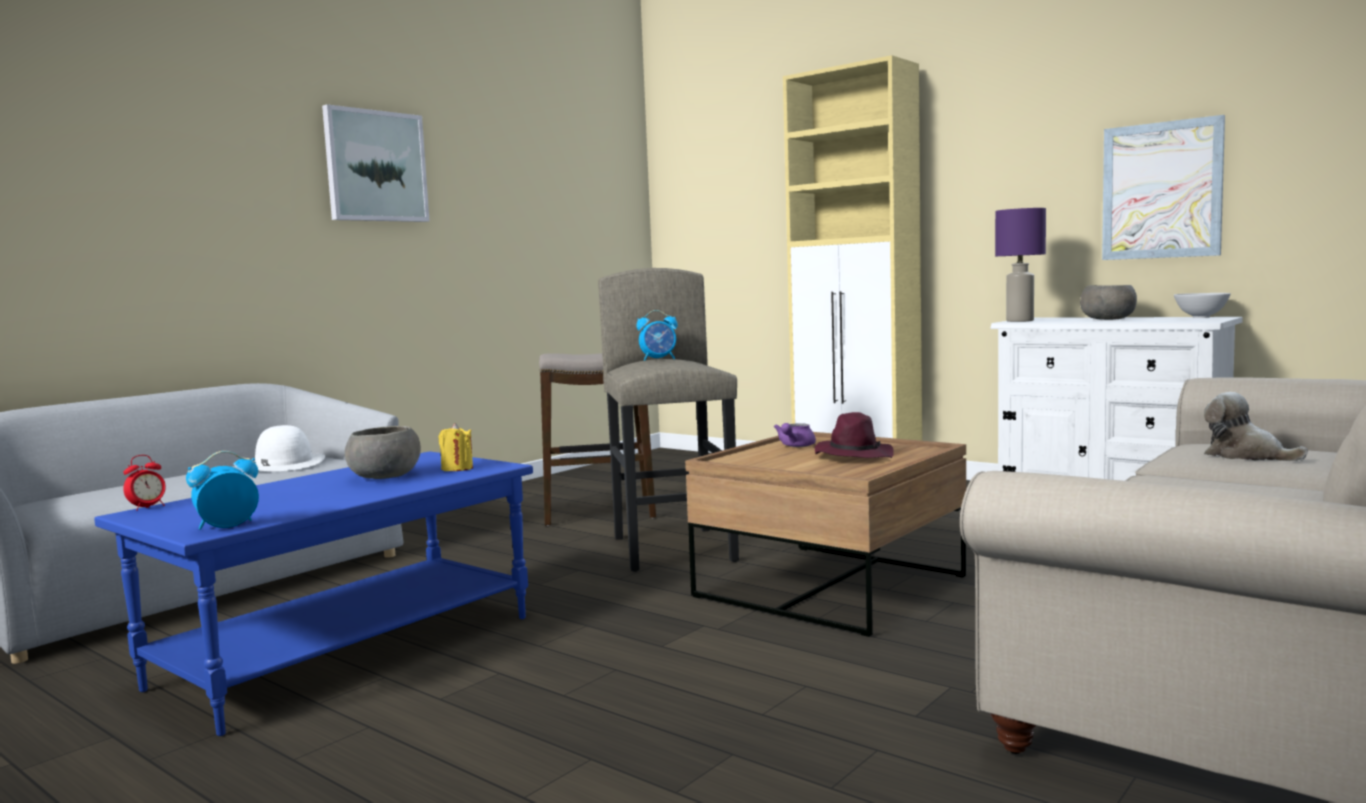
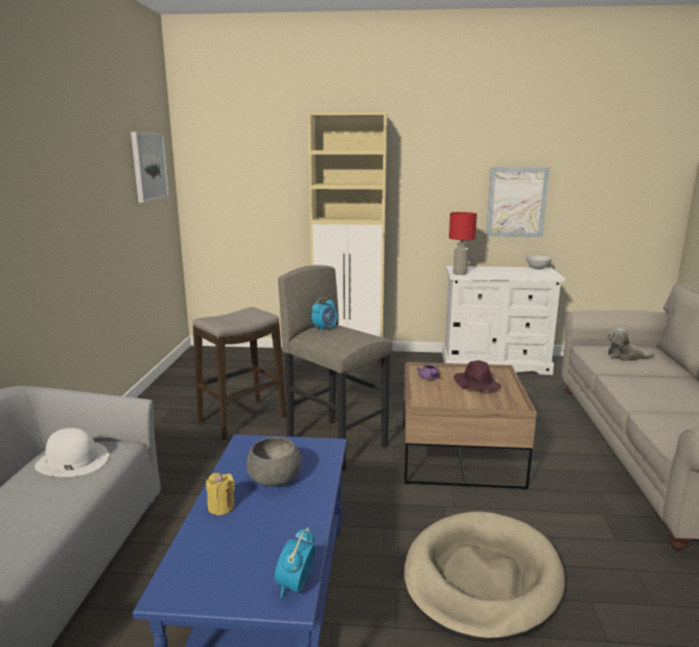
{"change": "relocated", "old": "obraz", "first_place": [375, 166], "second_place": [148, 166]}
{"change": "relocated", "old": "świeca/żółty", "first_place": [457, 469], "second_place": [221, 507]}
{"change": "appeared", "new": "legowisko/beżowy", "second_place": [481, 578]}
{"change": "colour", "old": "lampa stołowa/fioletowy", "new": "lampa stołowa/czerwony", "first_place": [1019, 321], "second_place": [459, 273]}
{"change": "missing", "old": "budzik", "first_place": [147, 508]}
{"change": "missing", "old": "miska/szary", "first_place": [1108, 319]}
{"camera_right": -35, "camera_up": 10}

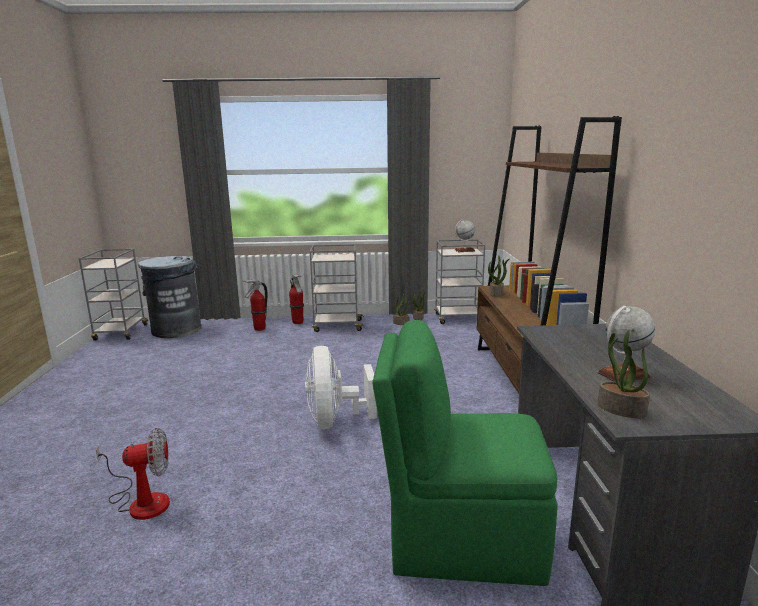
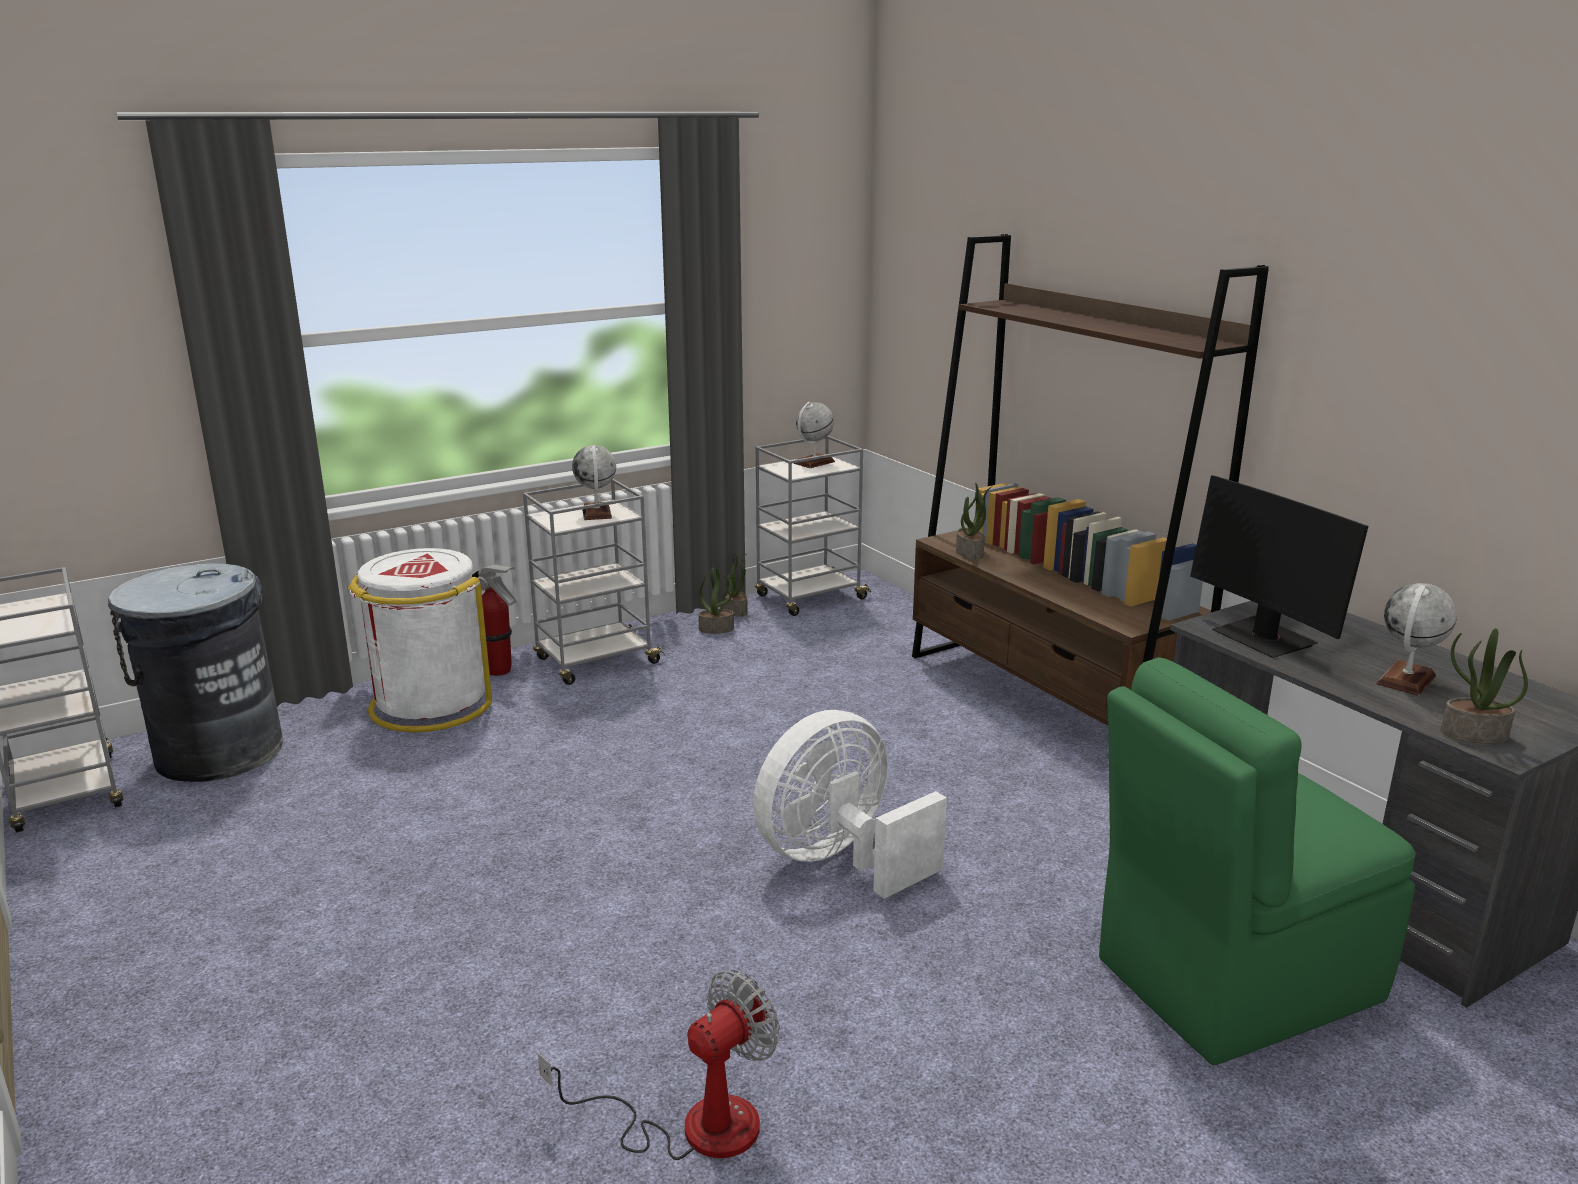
{"change": "exchanged", "old": "gaśnica", "new": "kosz na śmieci/biały", "first_place": [259, 329], "second_place": [430, 705]}
{"change": "appeared", "new": "globus", "second_place": [597, 513]}
{"change": "spun", "old": "wentylator/biały", "first_place": [335, 421], "second_place": [839, 860], "degrees": 90}
{"change": "appeared", "new": "monitor", "second_place": [1263, 639]}
{"camera_right": -30, "camera_up": 5}

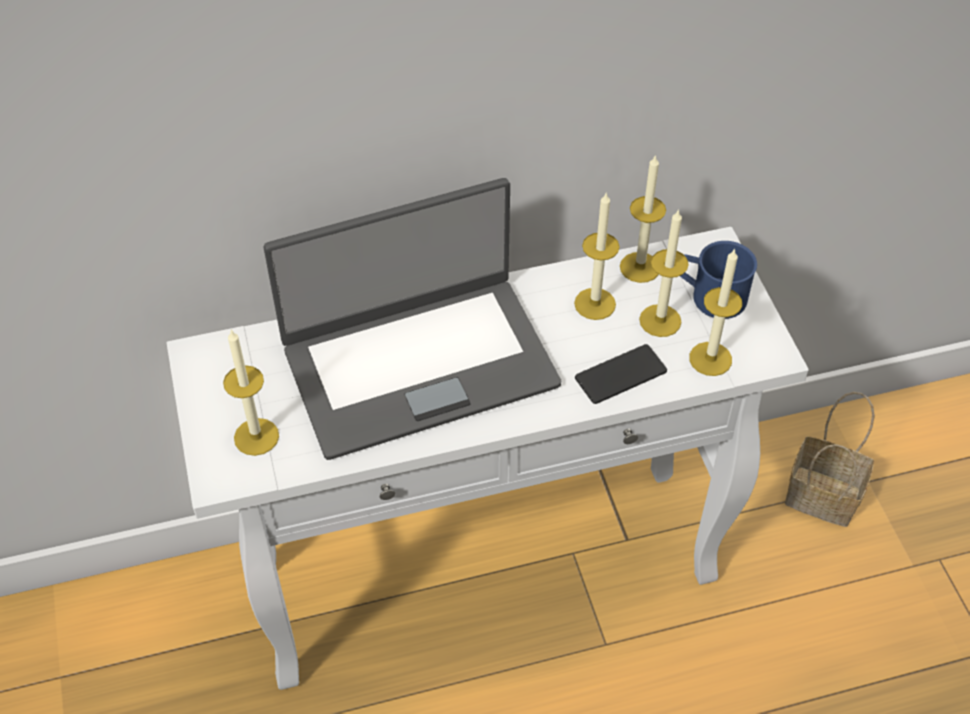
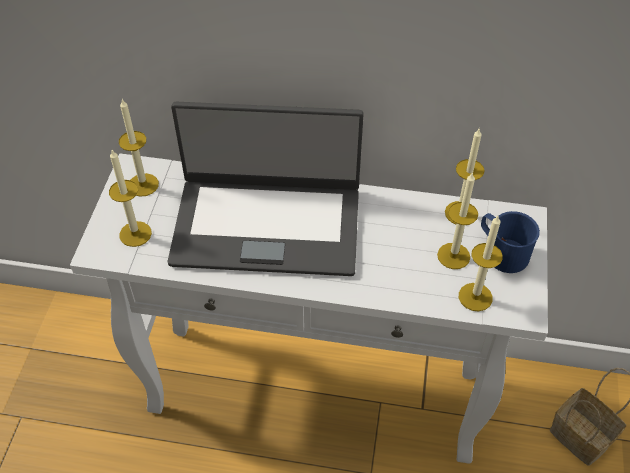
{"change": "relocated", "old": "świeca", "first_place": [595, 304], "second_place": [143, 185]}
{"change": "missing", "old": "telefon", "first_place": [620, 375]}
{"camera_right": 25, "camera_up": 0}

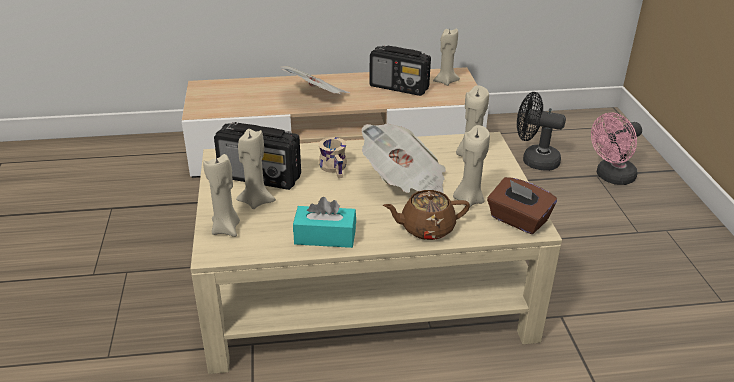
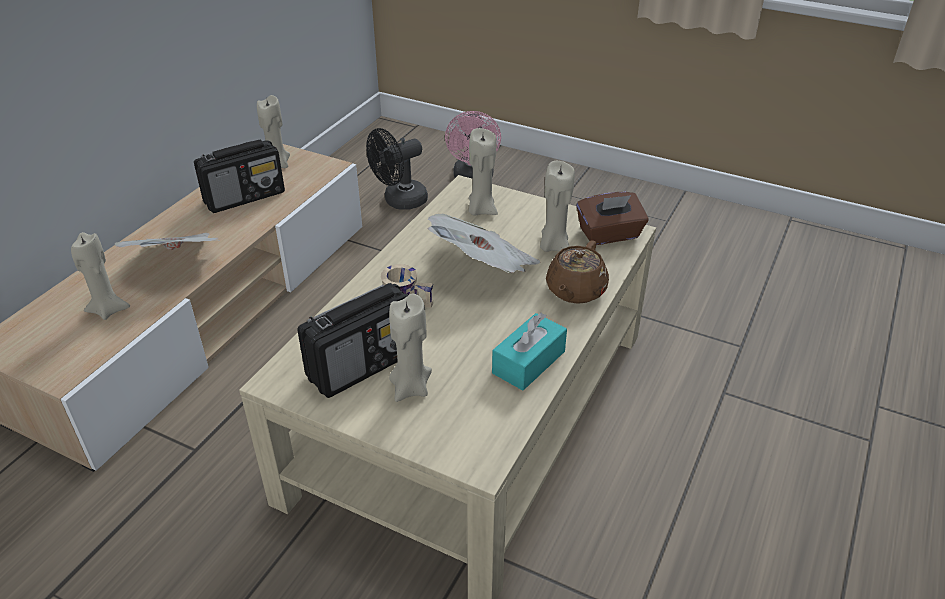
{"change": "relocated", "old": "świeca/beżowy", "first_place": [226, 228], "second_place": [108, 310]}
{"camera_right": -55, "camera_up": 5}

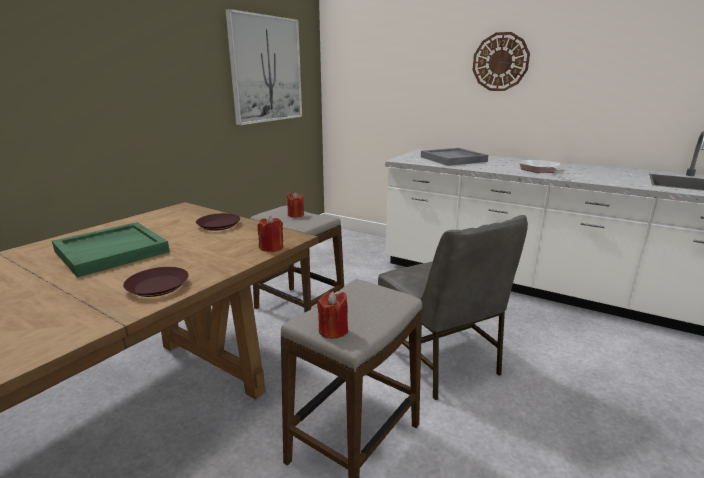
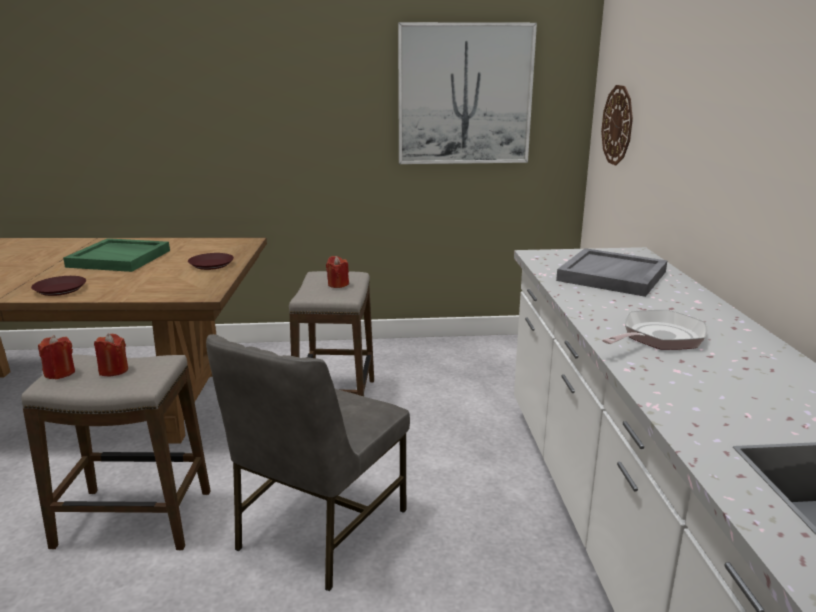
{"change": "relocated", "old": "świeca/czerwony", "first_place": [271, 248], "second_place": [113, 370]}
{"change": "relocated", "old": "zegar ścienny", "first_place": [500, 62], "second_place": [617, 125]}
{"camera_right": 55, "camera_up": 0}

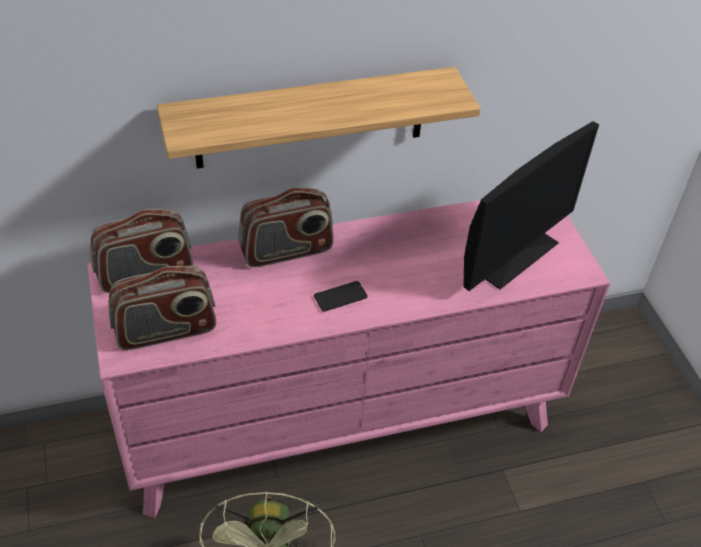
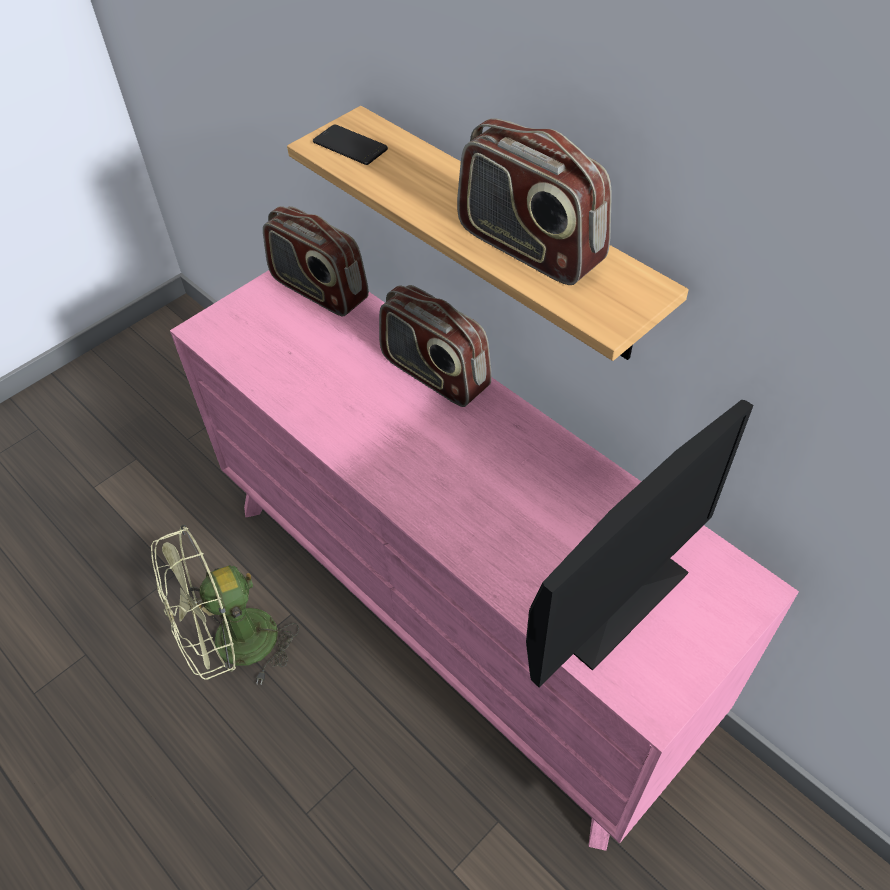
{"change": "relocated", "old": "telefon", "first_place": [340, 297], "second_place": [350, 146]}
{"change": "relocated", "old": "radio", "first_place": [166, 331], "second_place": [529, 247]}
{"change": "spun", "old": "monitor", "first_place": [513, 254], "second_place": [615, 598], "degrees": -60}
{"camera_right": 65, "camera_up": 5}

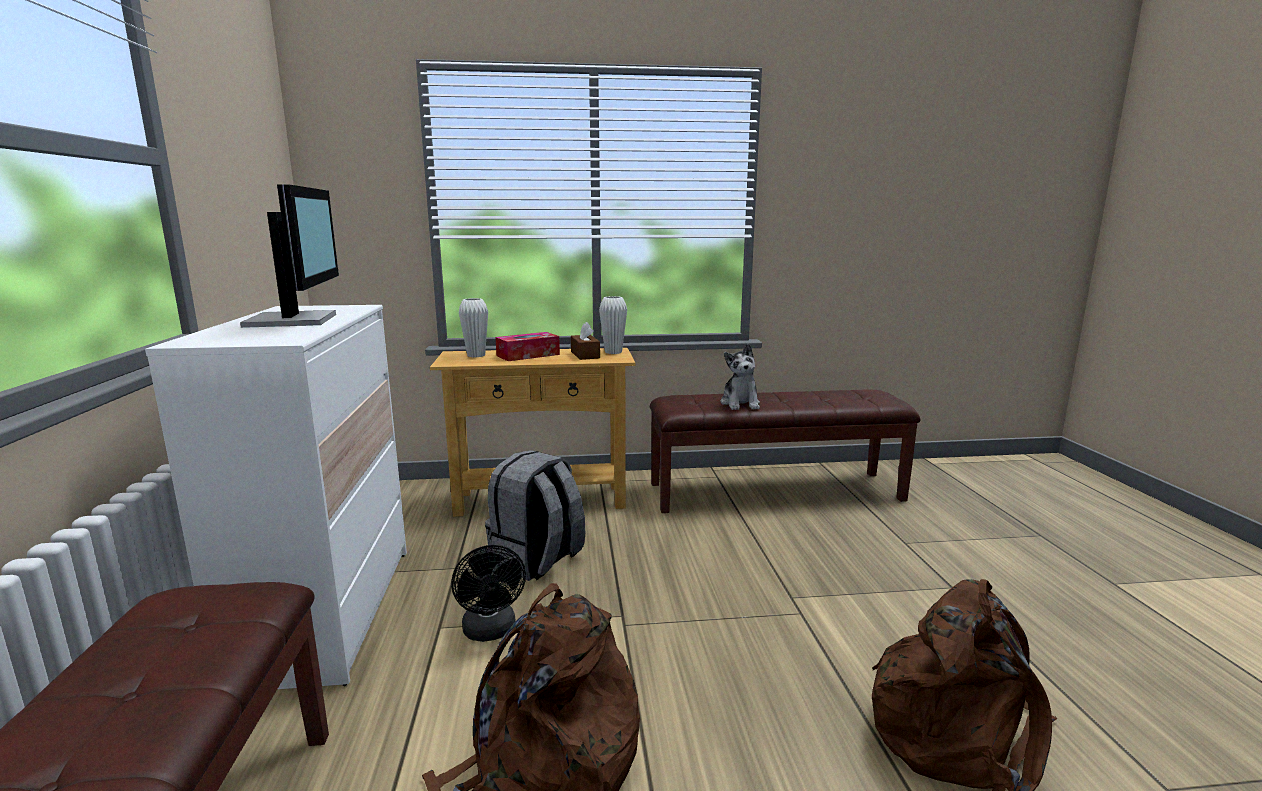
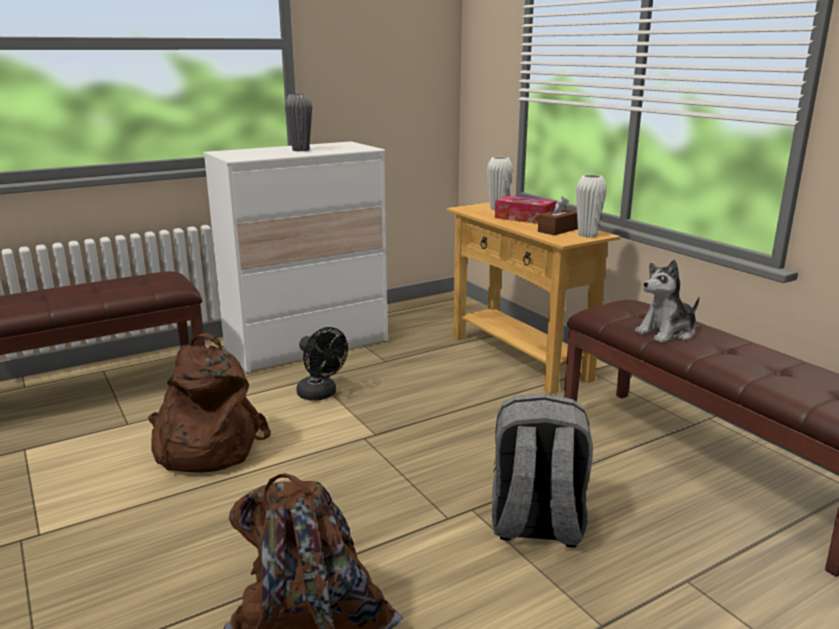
{"change": "exchanged", "old": "monitor", "new": "wazon/szary", "first_place": [296, 320], "second_place": [300, 150]}
{"change": "spun", "old": "wentylator/czarny", "first_place": [491, 632], "second_place": [321, 395], "degrees": -90}
{"change": "relocated", "old": "plecak/szary", "first_place": [537, 561], "second_place": [536, 525]}
{"camera_right": 65, "camera_up": 5}

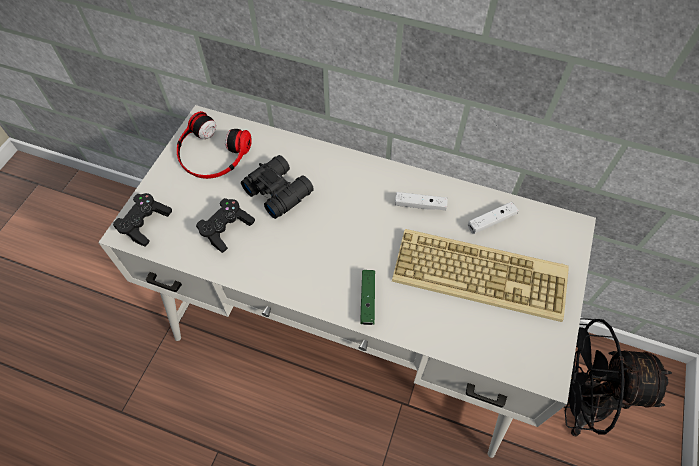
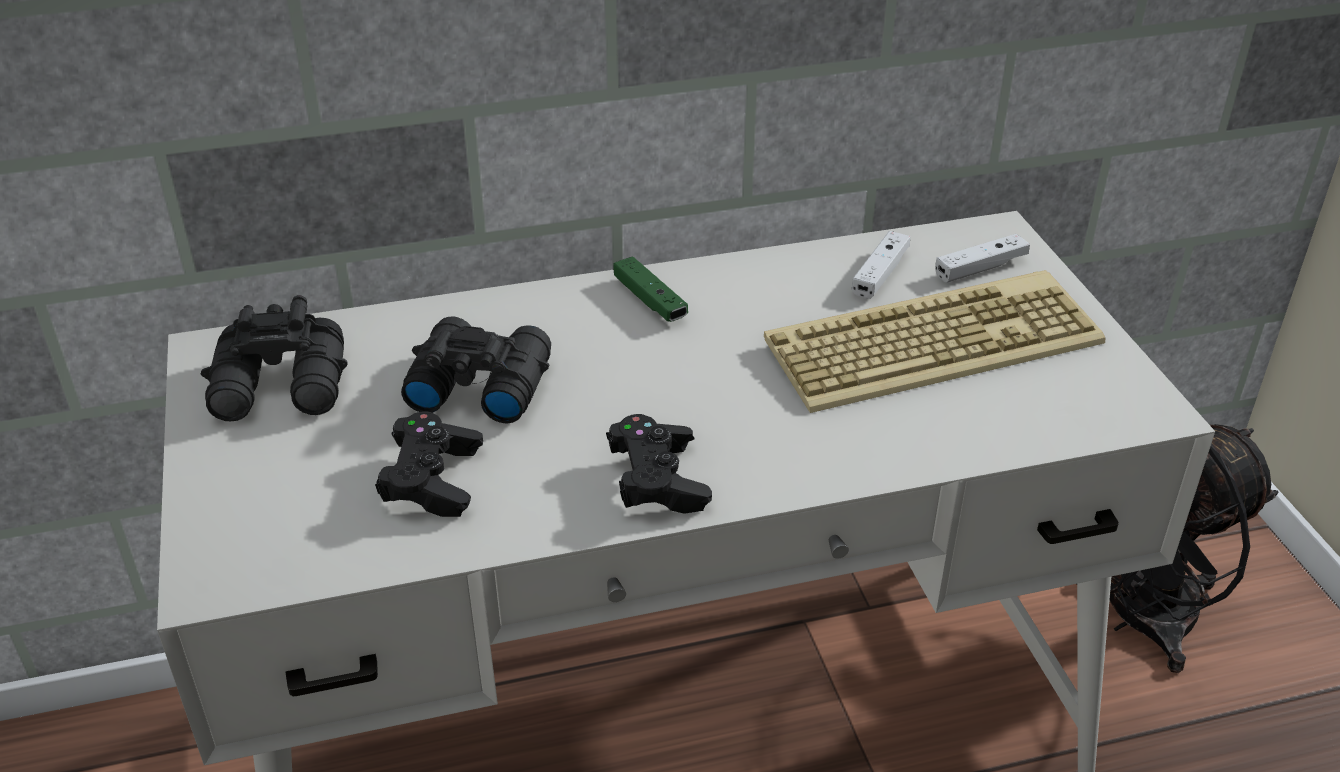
{"change": "exchanged", "old": "słuchawki", "new": "lornetka/czarny", "first_place": [211, 154], "second_place": [283, 388]}
{"change": "relocated", "old": "pad do gier/czarny", "first_place": [145, 224], "second_place": [658, 481]}
{"change": "relocated", "old": "pad do gier/zielony", "first_place": [367, 300], "second_place": [650, 300]}
{"change": "relocated", "old": "pad do gier/biały", "first_place": [420, 205], "second_place": [980, 268]}
{"camera_right": -35, "camera_up": -20}

